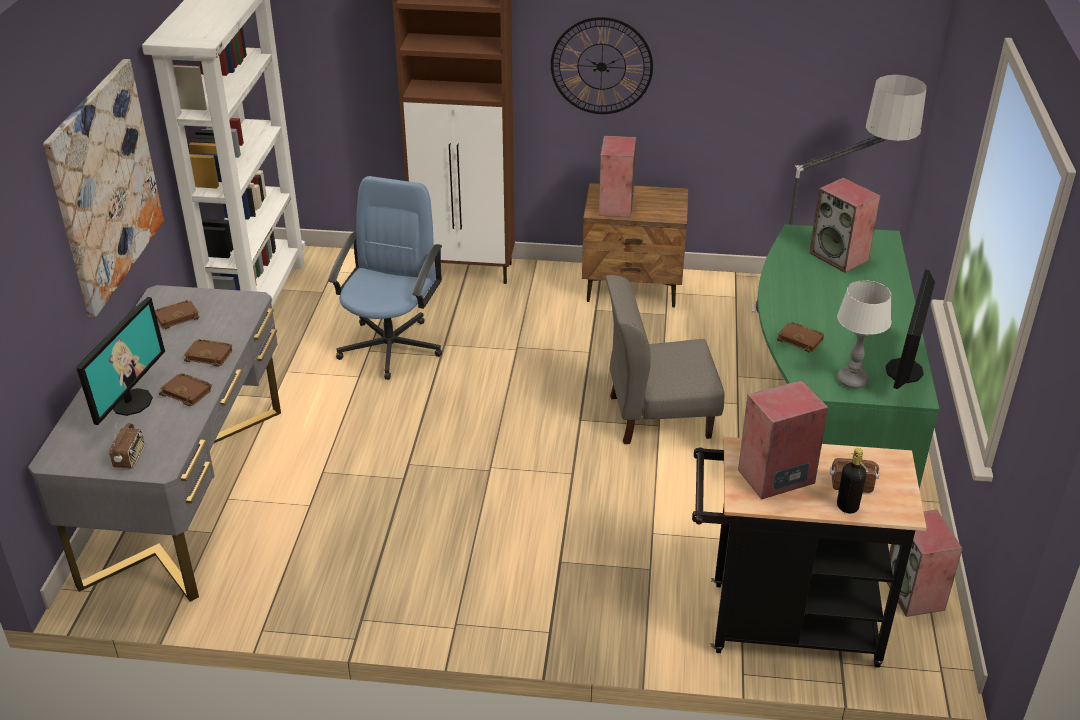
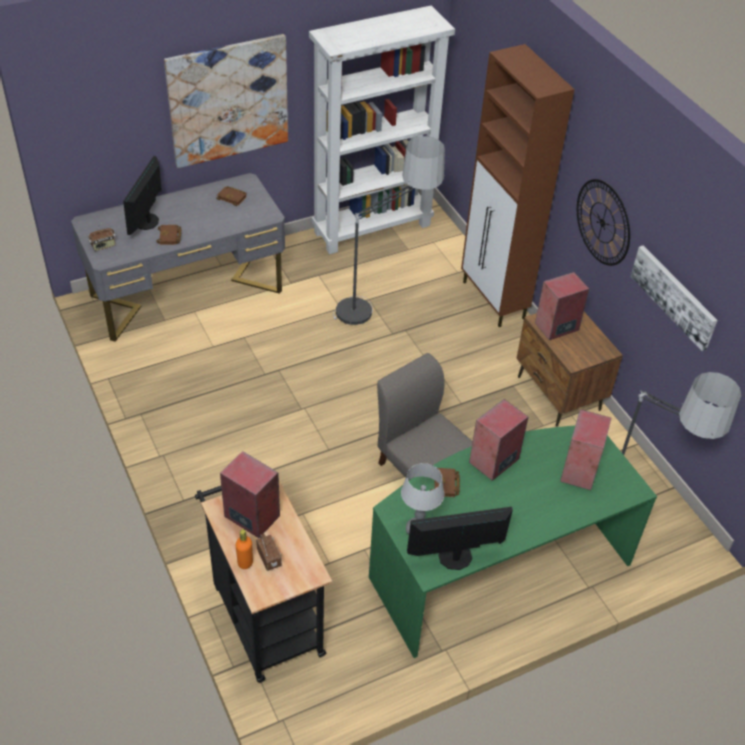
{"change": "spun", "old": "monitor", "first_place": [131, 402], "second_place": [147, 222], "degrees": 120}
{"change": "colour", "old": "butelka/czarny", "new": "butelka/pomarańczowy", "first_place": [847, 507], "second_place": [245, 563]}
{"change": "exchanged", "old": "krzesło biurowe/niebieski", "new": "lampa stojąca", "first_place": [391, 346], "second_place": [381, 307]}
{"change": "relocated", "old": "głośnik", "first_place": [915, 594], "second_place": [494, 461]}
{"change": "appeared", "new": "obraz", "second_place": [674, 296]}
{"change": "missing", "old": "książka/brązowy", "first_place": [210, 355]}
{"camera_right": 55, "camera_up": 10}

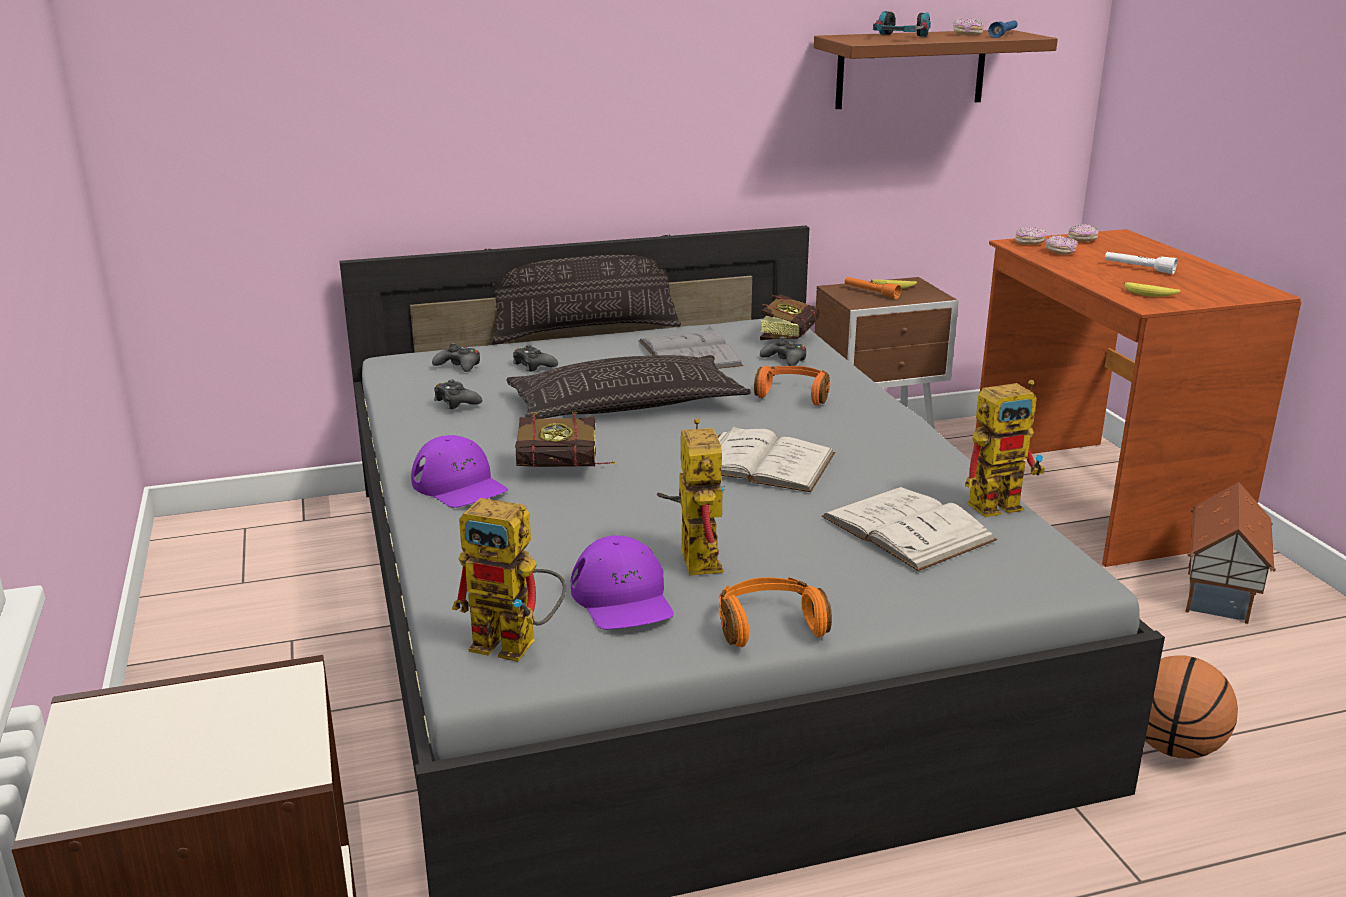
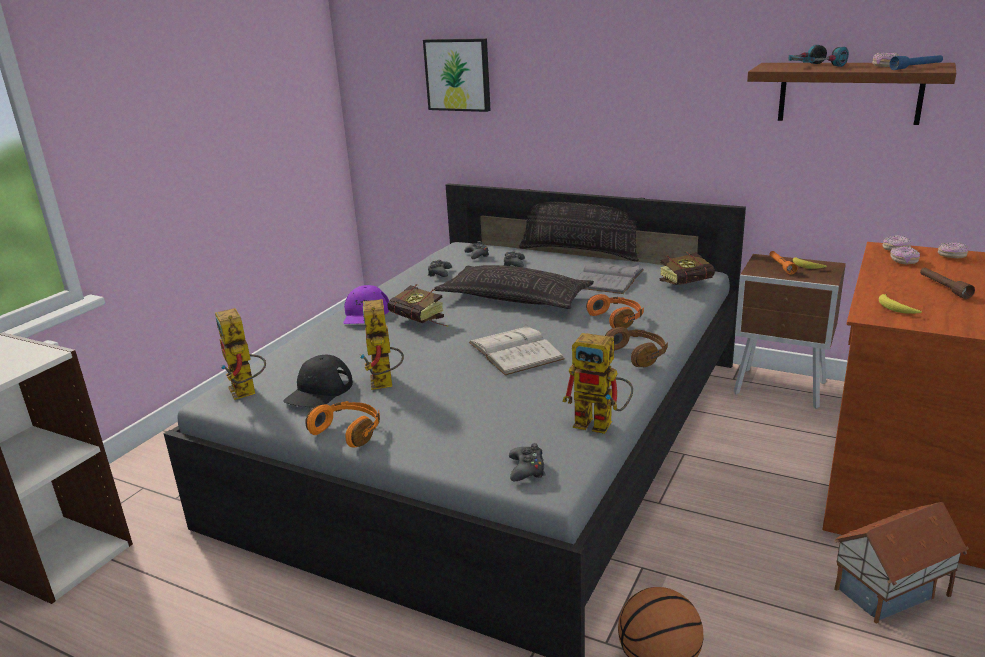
{"change": "colour", "old": "czapka z daszkiem/fioletowy", "new": "czapka z daszkiem/czarny", "first_place": [623, 598], "second_place": [319, 391]}
{"change": "spun", "old": "robot zabawkowy", "first_place": [693, 556], "second_place": [385, 384], "degrees": 135}
{"change": "appeared", "new": "obraz", "second_place": [458, 74]}
{"change": "relocated", "old": "pad do gier/czarny", "first_place": [785, 360], "second_place": [527, 469]}
{"change": "appeared", "new": "słuchawki/brązowy", "second_place": [638, 355]}
{"change": "colour", "old": "latarka/biały", "new": "latarka/brązowy", "first_place": [1138, 268], "second_place": [943, 288]}
{"change": "missing", "old": "książka/biały", "first_place": [907, 528]}
{"camera_right": 45, "camera_up": 0}

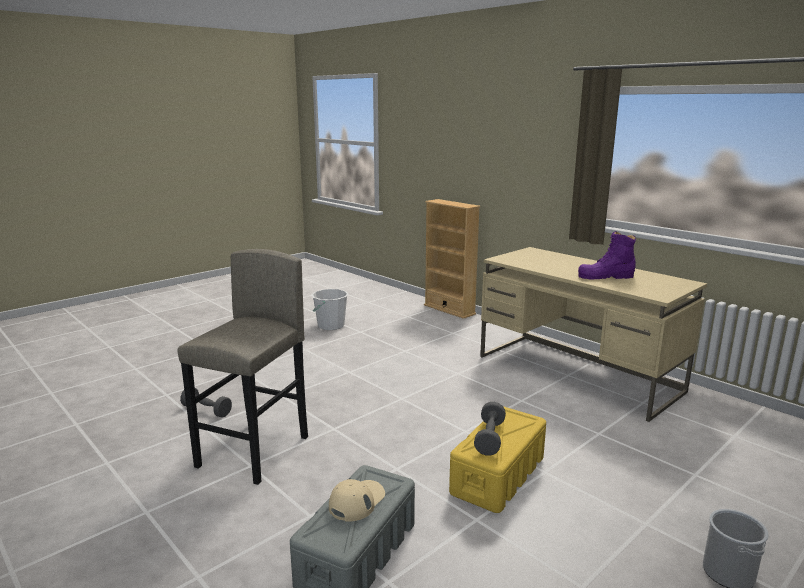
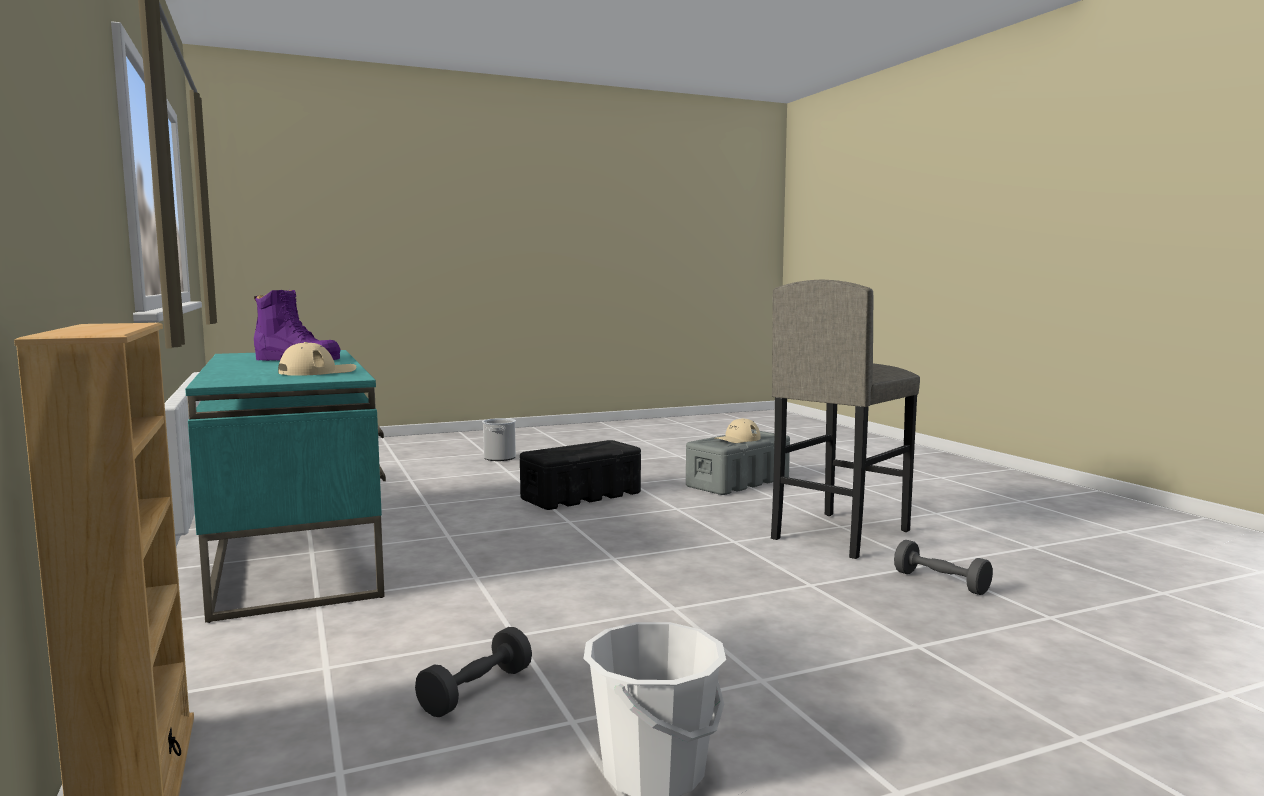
{"change": "colour", "old": "biurko/beżowy", "new": "biurko/turkusowy", "first_place": [578, 374], "second_place": [294, 551]}
{"change": "appeared", "new": "czapka z daszkiem/beżowy", "second_place": [318, 372]}
{"change": "relocated", "old": "hantel/szary", "first_place": [489, 438], "second_place": [476, 691]}
{"change": "colour", "old": "pojemnik do przechowywania/żółty", "new": "pojemnik do przechowywania/czarny", "first_place": [497, 476], "second_place": [582, 496]}
{"camera_right": -160, "camera_up": -10}

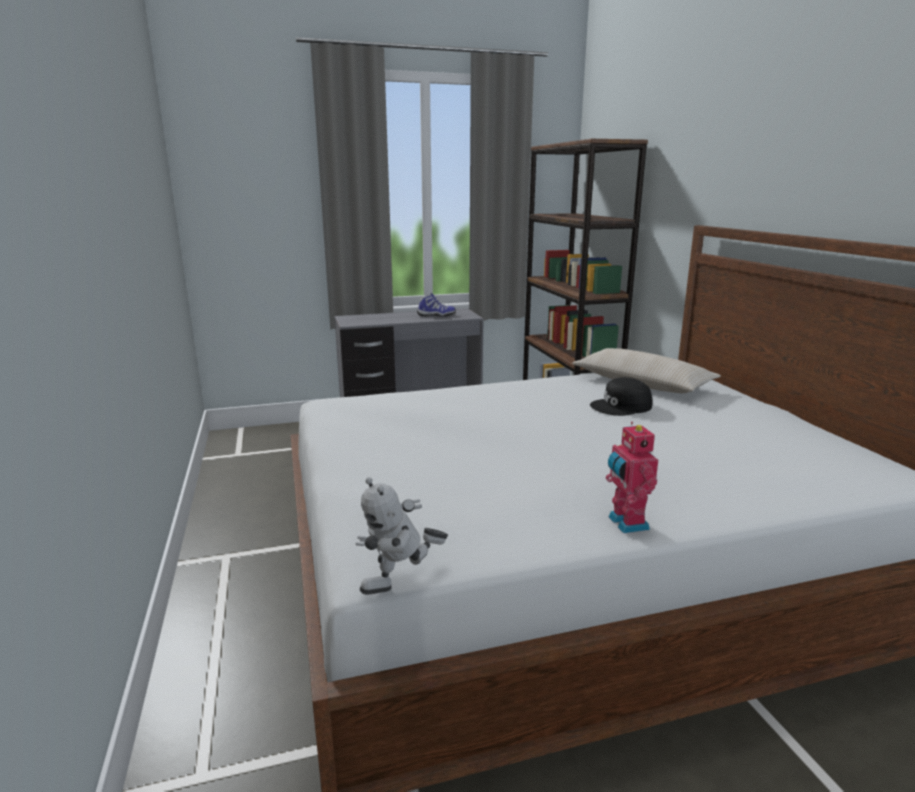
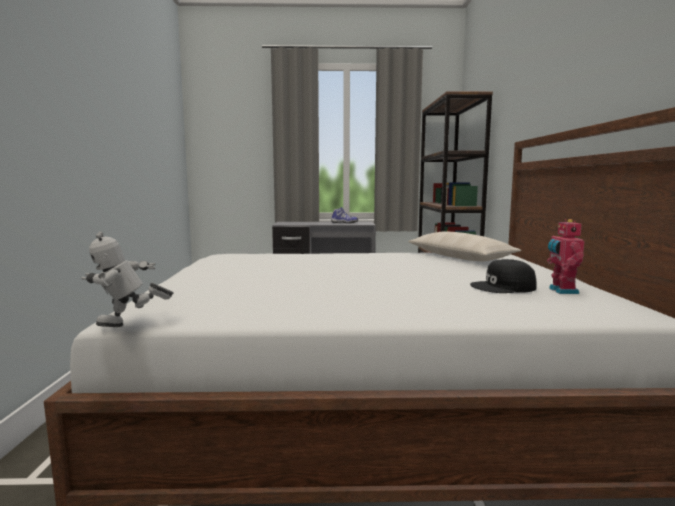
{"change": "relocated", "old": "czapka z daszkiem/czarny", "first_place": [621, 406], "second_place": [503, 287]}
{"change": "relocated", "old": "robot zabawkowy", "first_place": [625, 523], "second_place": [561, 291]}
{"camera_right": 15, "camera_up": -10}

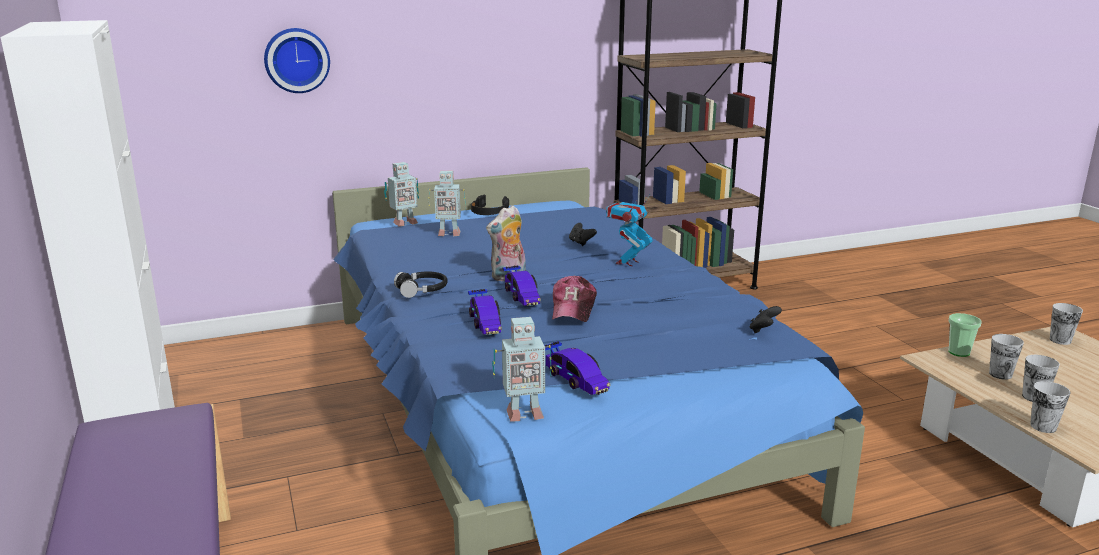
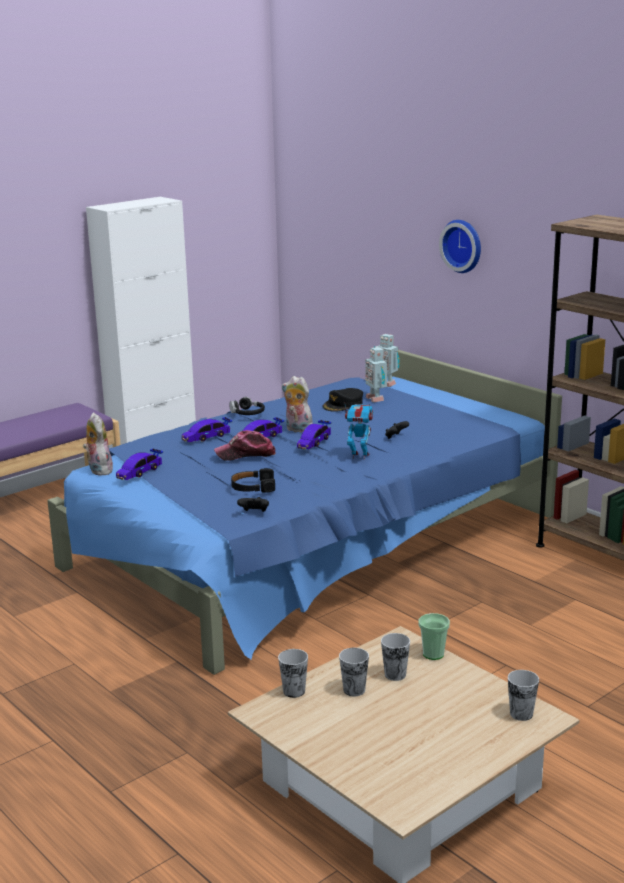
{"change": "exchanged", "old": "robot zabawkowy", "new": "pluszak", "first_place": [523, 413], "second_place": [98, 470]}
{"change": "relocated", "old": "słuchawki/czarny", "first_place": [489, 212], "second_place": [253, 487]}
{"change": "appeared", "new": "samochodzik", "second_place": [314, 442]}
{"change": "appeared", "new": "czapka z daszkiem/czarny", "second_place": [343, 404]}
{"change": "relocated", "old": "zegar ścienny", "first_place": [296, 60], "second_place": [463, 245]}
{"camera_right": 70, "camera_up": 0}

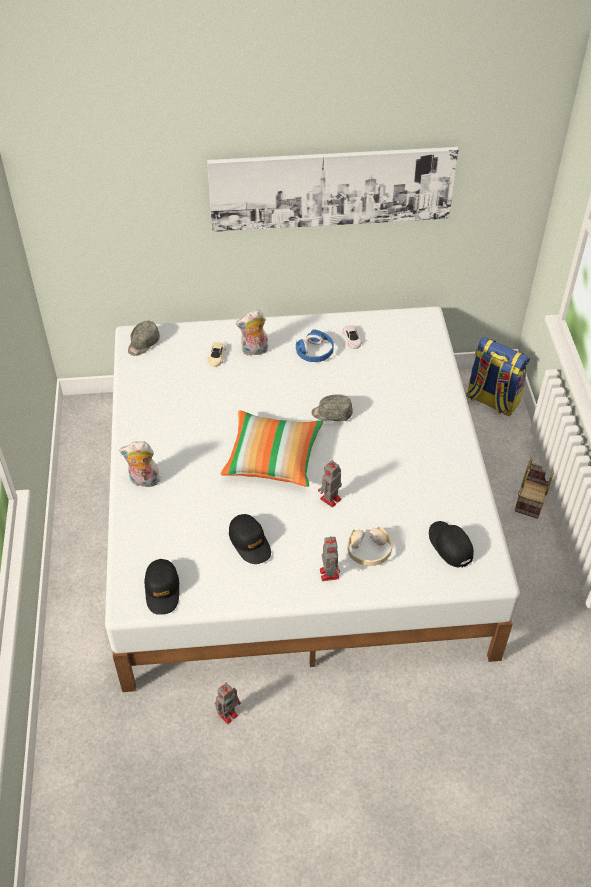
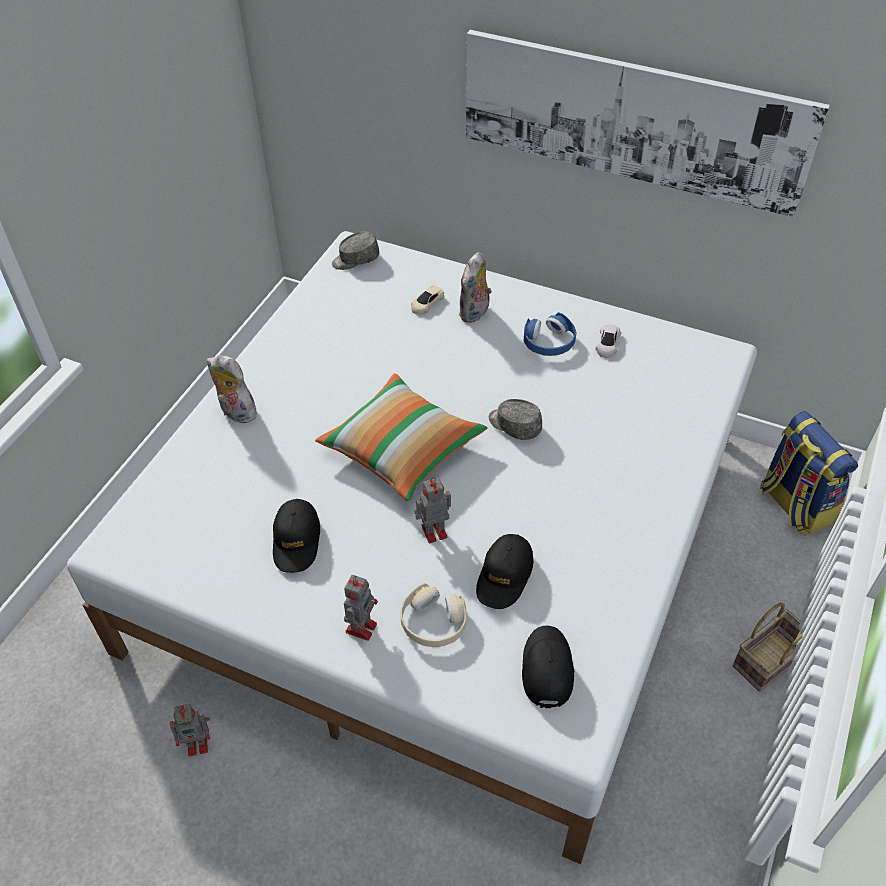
{"change": "spun", "old": "pluszak", "first_place": [254, 351], "second_place": [475, 314], "degrees": -75}
{"change": "relocated", "old": "czapka z daszkiem/czarny", "first_place": [162, 590], "second_place": [504, 576]}
{"camera_right": 30, "camera_up": 0}

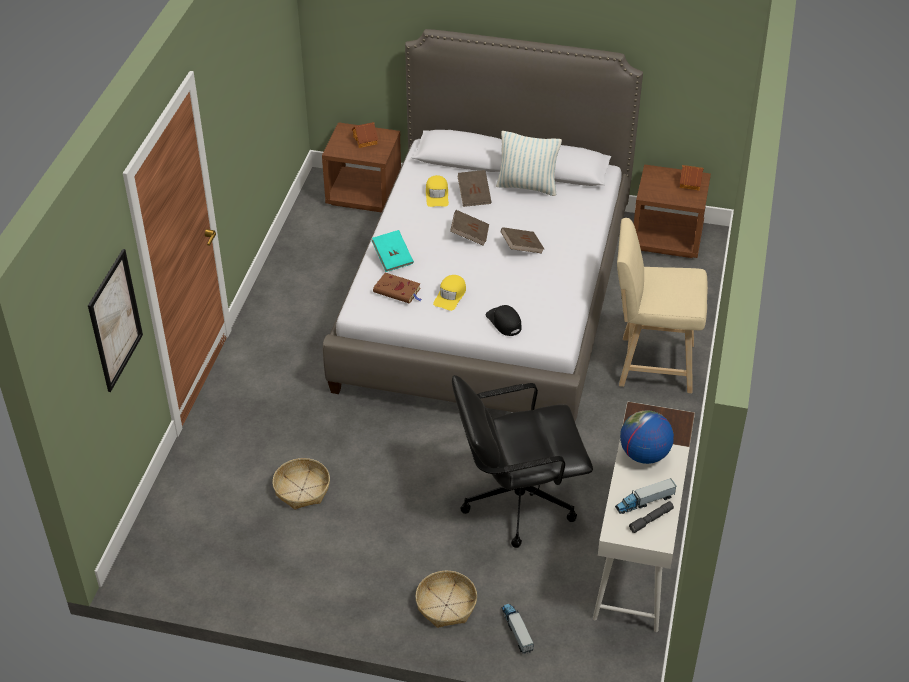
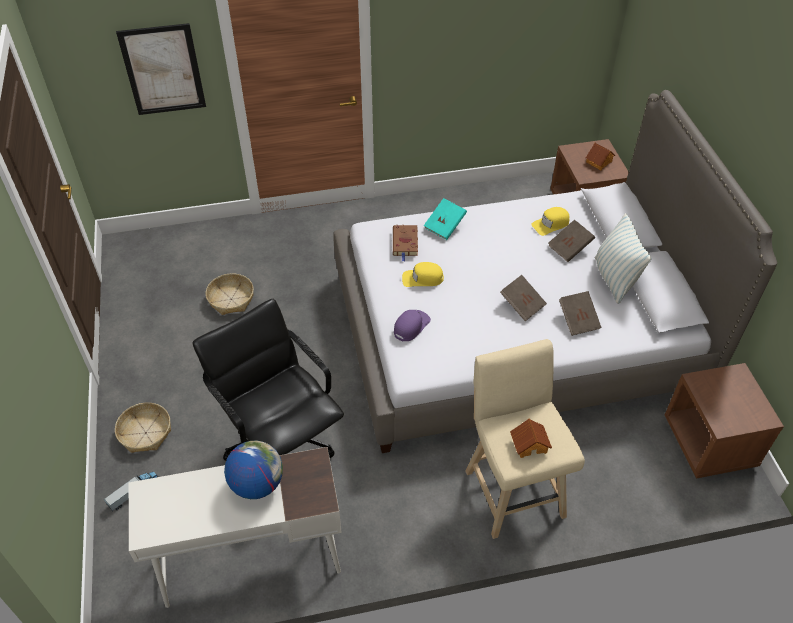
{"change": "colour", "old": "czapka z daszkiem/czarny", "new": "czapka z daszkiem/fioletowy", "first_place": [504, 322], "second_place": [411, 326]}
{"change": "relocated", "old": "domek", "first_place": [690, 182], "second_place": [529, 444]}
{"change": "relocated", "old": "książka/brązowy", "first_place": [469, 235], "second_place": [578, 320]}
{"change": "missing", "old": "ciężarówka zabawkowa", "first_place": [644, 502]}
{"change": "missing", "old": "latarka/szary", "first_place": [651, 519]}
{"camera_right": 65, "camera_up": 5}

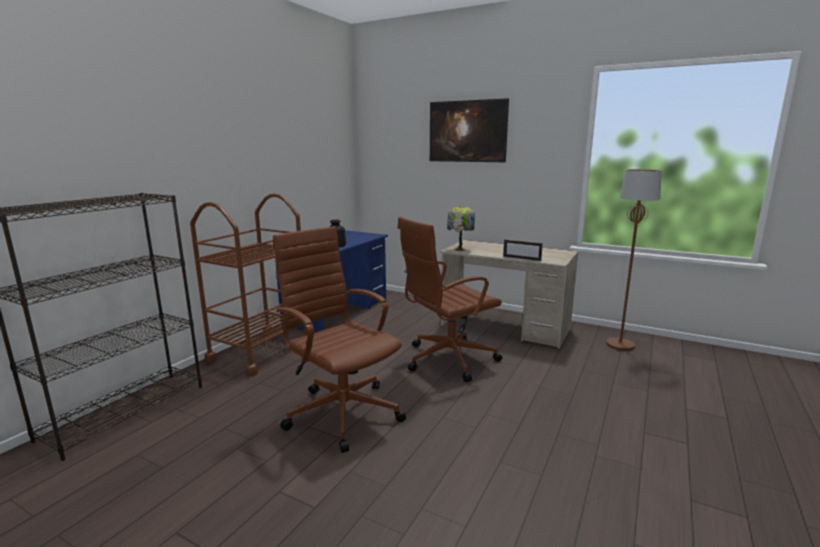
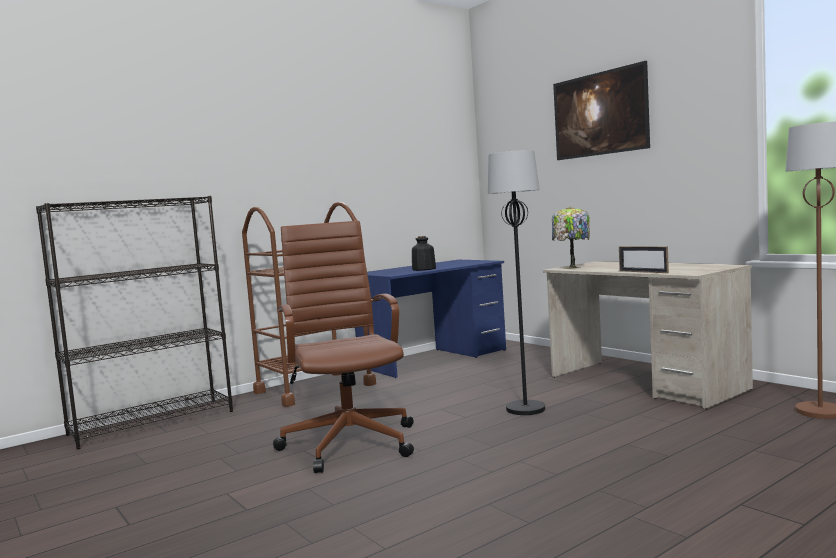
{"change": "exchanged", "old": "krzesło biurowe/brązowy", "new": "lampa stojąca/czarny", "first_place": [447, 359], "second_place": [525, 409]}
{"camera_right": 25, "camera_up": -10}

